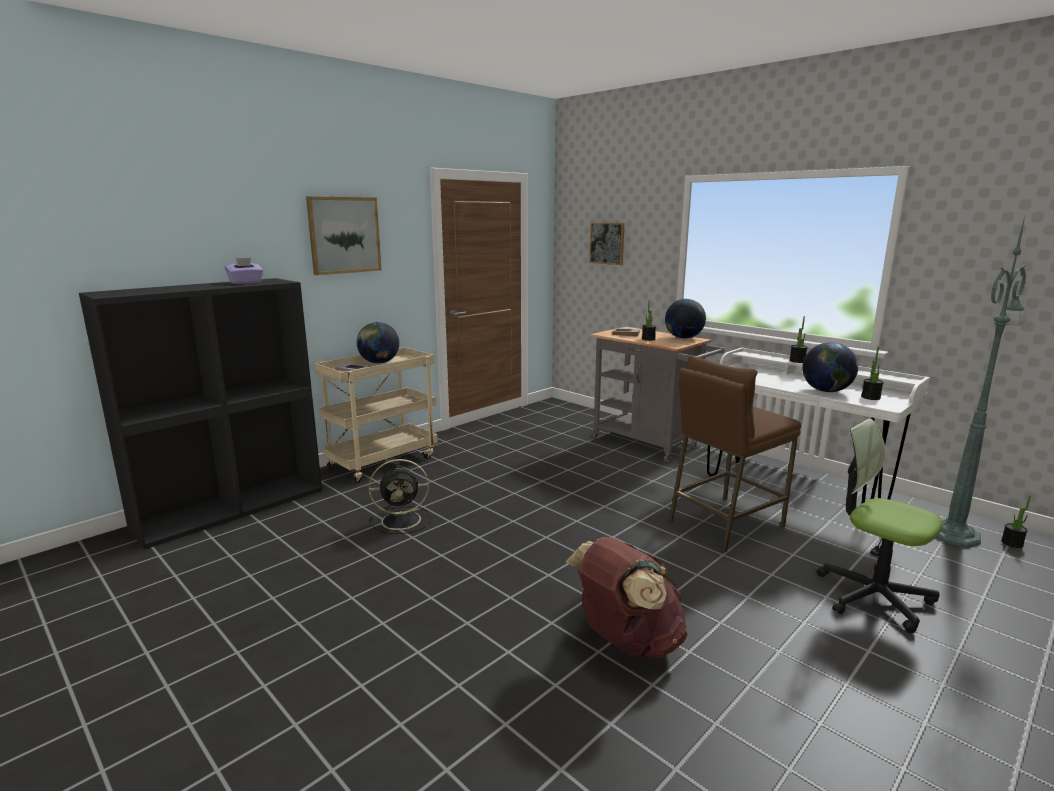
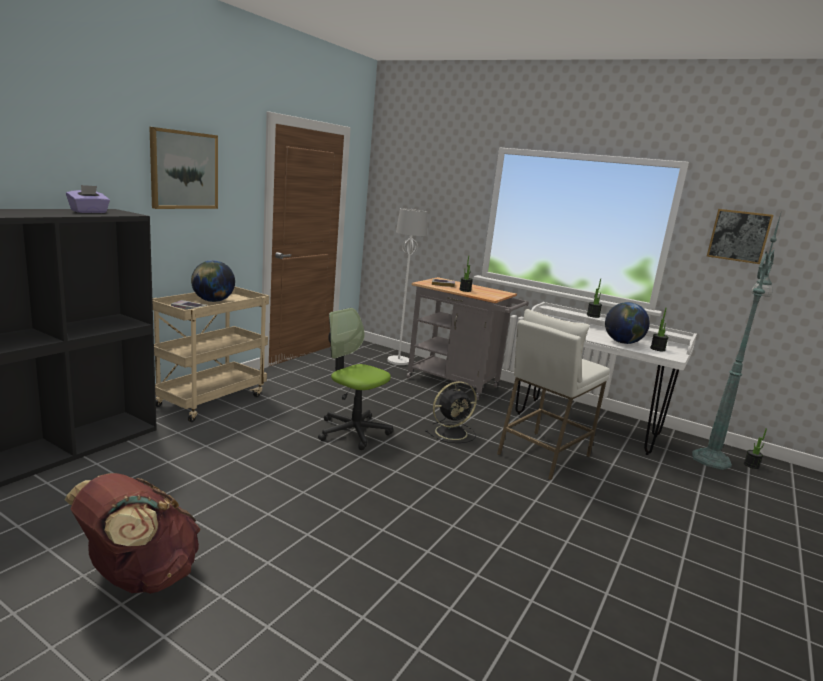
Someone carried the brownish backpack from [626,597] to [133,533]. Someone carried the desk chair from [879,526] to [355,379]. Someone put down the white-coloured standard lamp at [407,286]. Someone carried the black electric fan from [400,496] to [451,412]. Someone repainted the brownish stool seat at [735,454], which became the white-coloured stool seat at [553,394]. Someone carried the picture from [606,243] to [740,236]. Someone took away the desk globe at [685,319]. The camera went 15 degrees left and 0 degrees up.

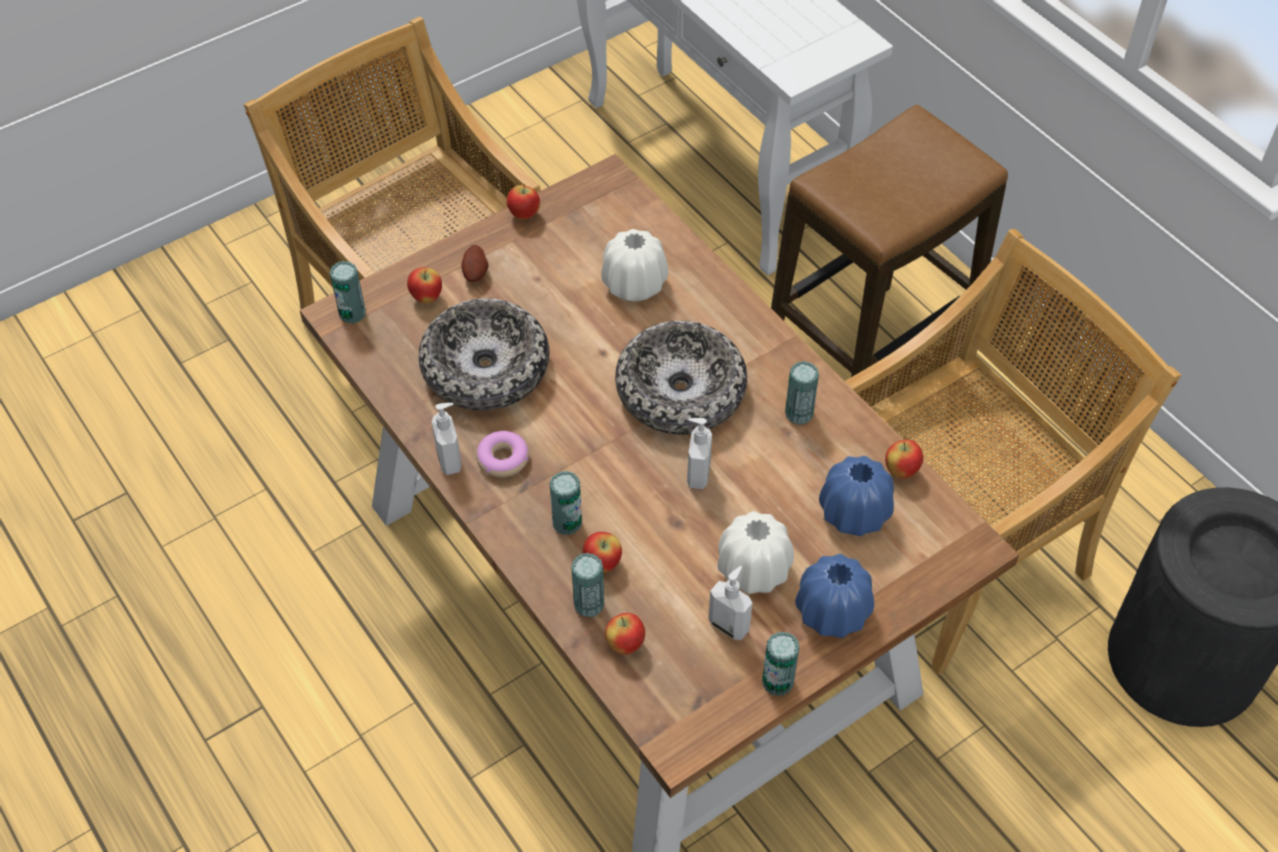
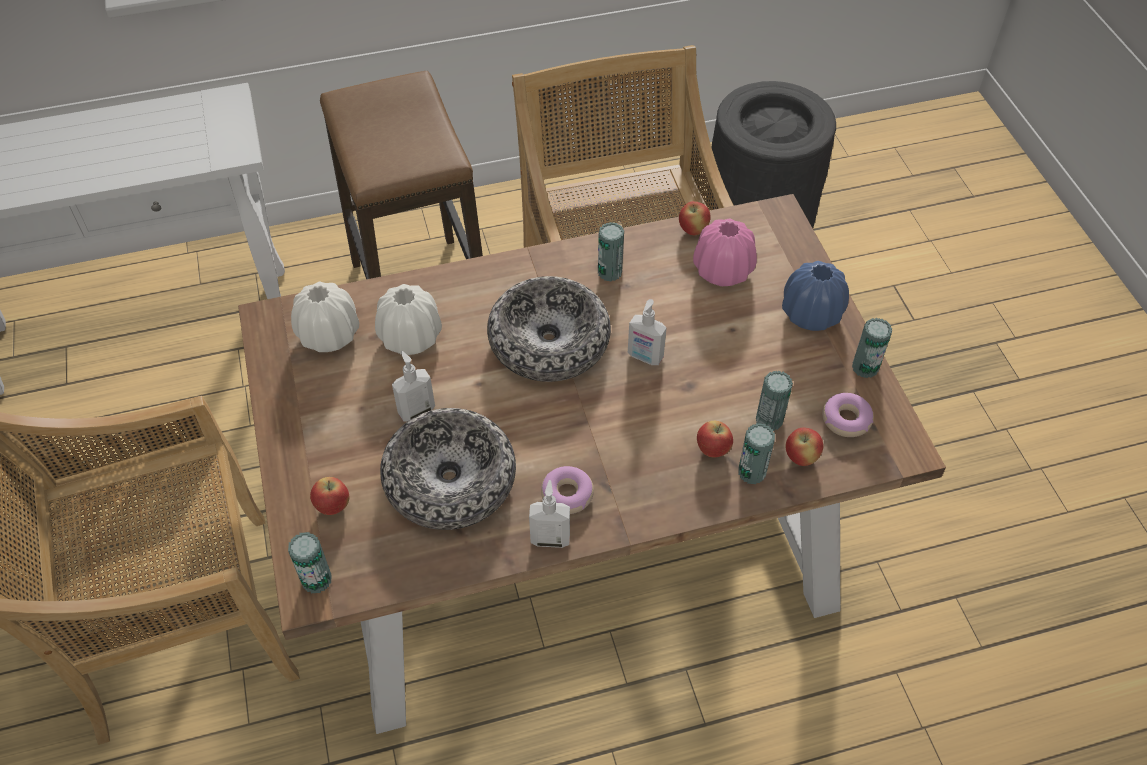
Someone carried the white-coloured flower vase from [756,552] to [325,317]. Someone carried the liquid soap bottle from [730,603] to [413,386]. Someone repainted the blue flower vase at [856,496], which became the pink flower vase at [725,252]. Someone carried the metal can from [566,503] to [774,401]. Someone put down the ring doughnut at [848,415]. Someone took away the potato at [475,263]. Someone took away the apple fruit at [523,202]. The camera went 70 degrees left and 0 degrees up.

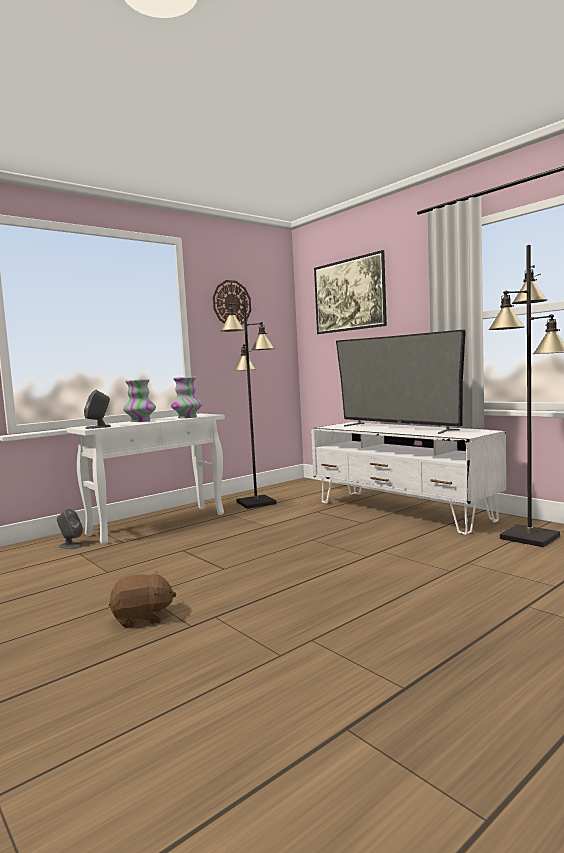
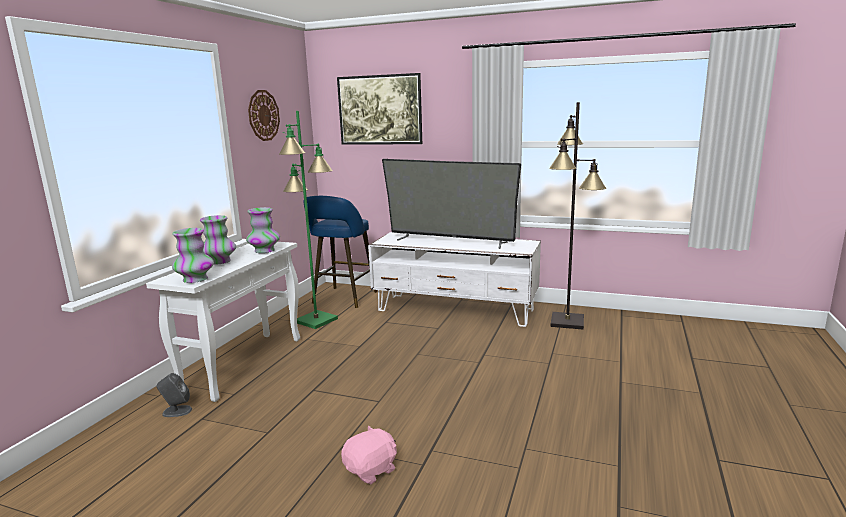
Someone swapped the greyish speaker at [97,409] for the flower vase at [193,255]. Someone repainted the black standard lamp at [248,400], which became the greenish standard lamp at [308,220]. Someone put down the blue stool seat at [340,252]. Someone repainted the brownish soft toy at [142,600], which became the pink soft toy at [369,454]. The camera went 30 degrees left and 10 degrees up.

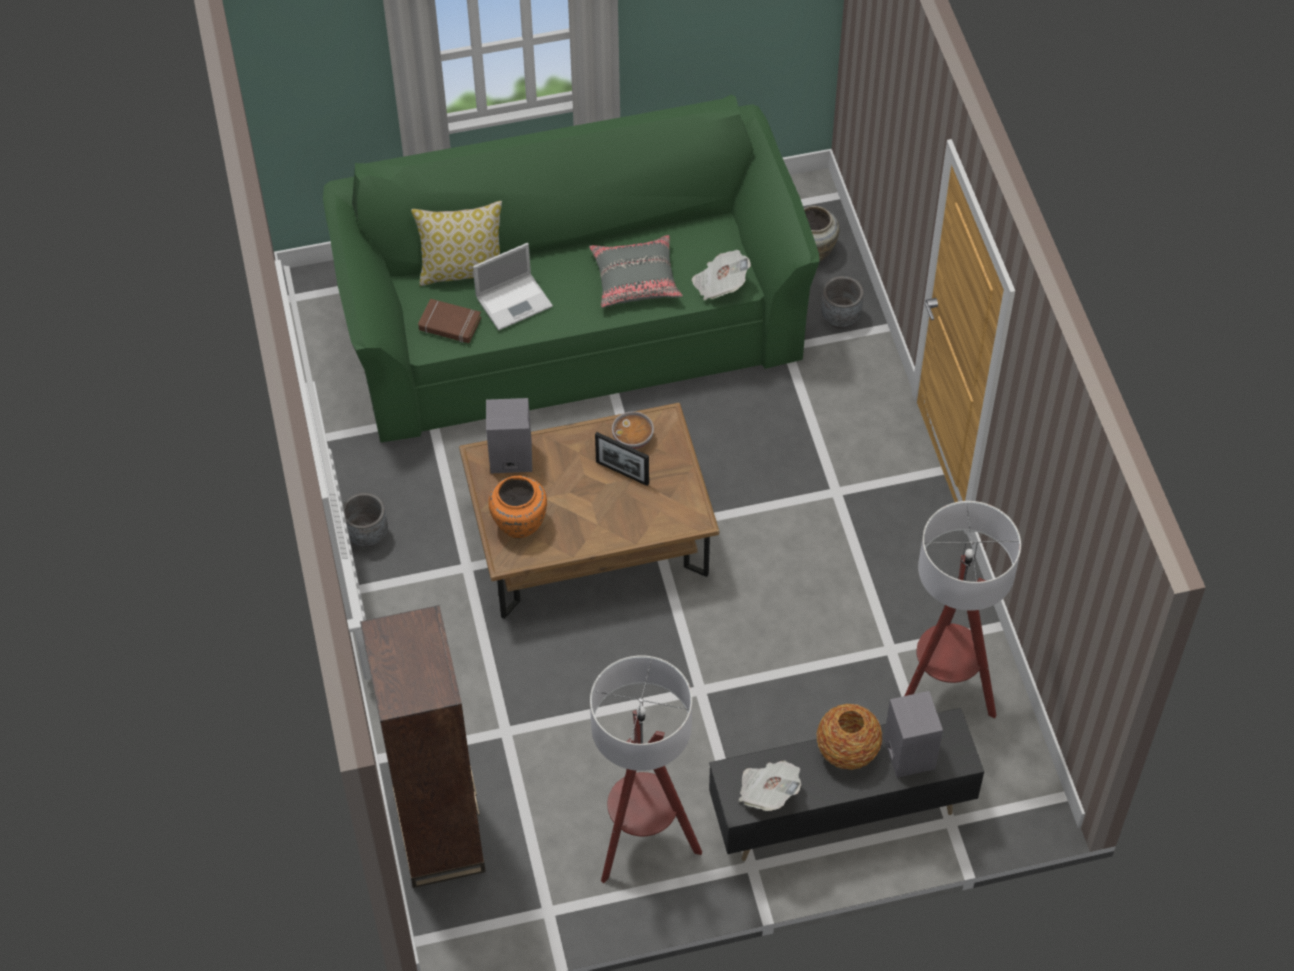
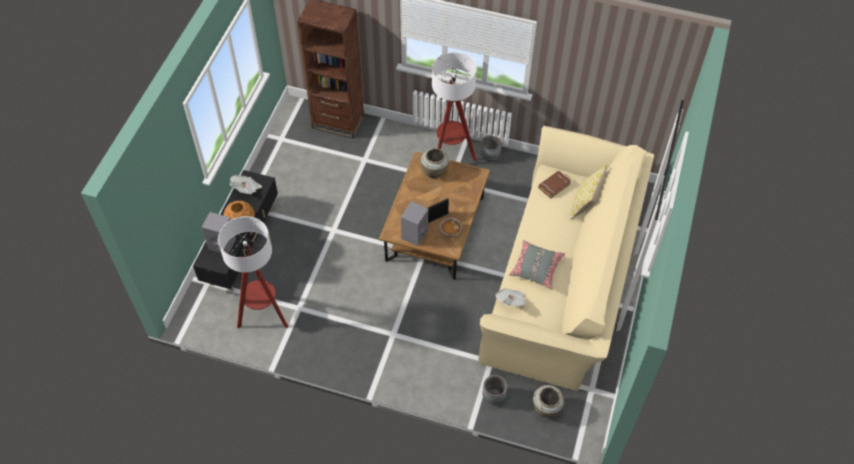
Someone carried the greyish speaker from [509,435] to [414,223]. Someone repainted the orange-coloured flower vase at [517,507], which became the sand-coloured flower vase at [435,163]. Someone carried the standard lamp from [646,769] to [454,106]. Someone repainted the greenish sofa at [571,269], which became the sand-coloured sofa at [566,258]. Someone took away the laptop at [513,287]. The camera went 120 degrees right and 0 degrees up.

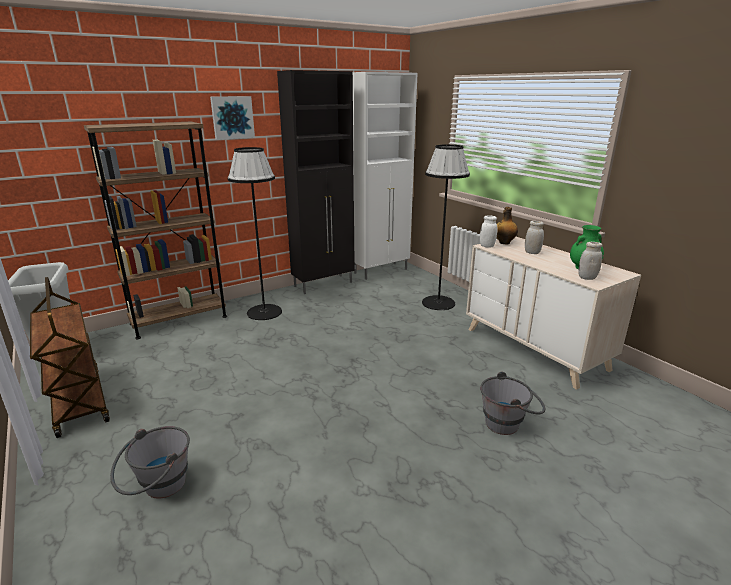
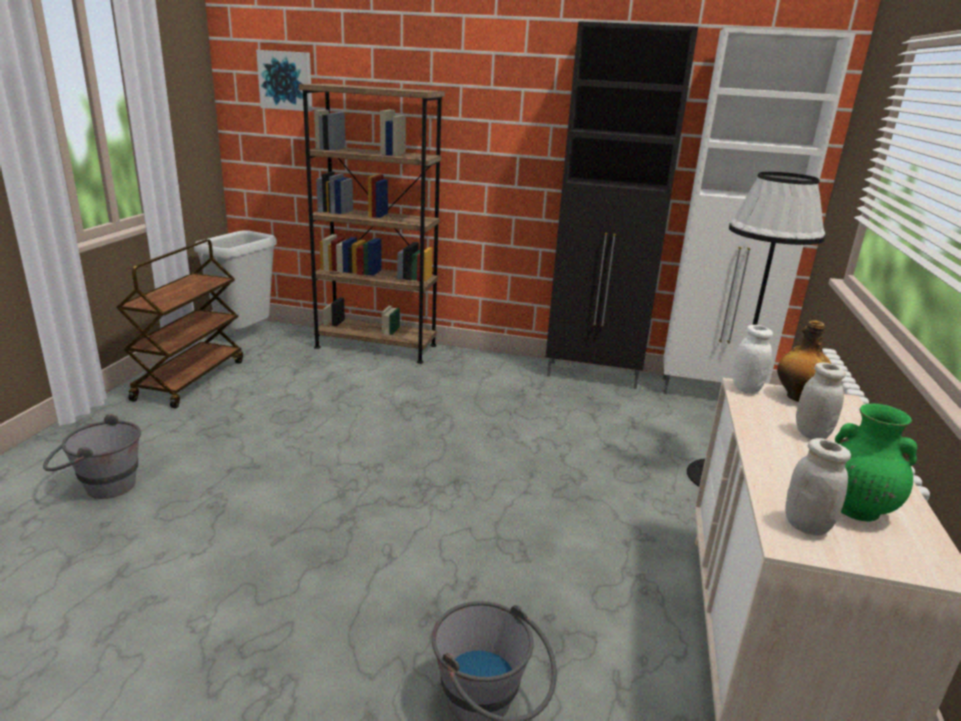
Someone carried the picture from [232,118] to [284,81]. Someone took away the black standard lamp at [255,233]. The camera went 45 degrees right and 0 degrees up.

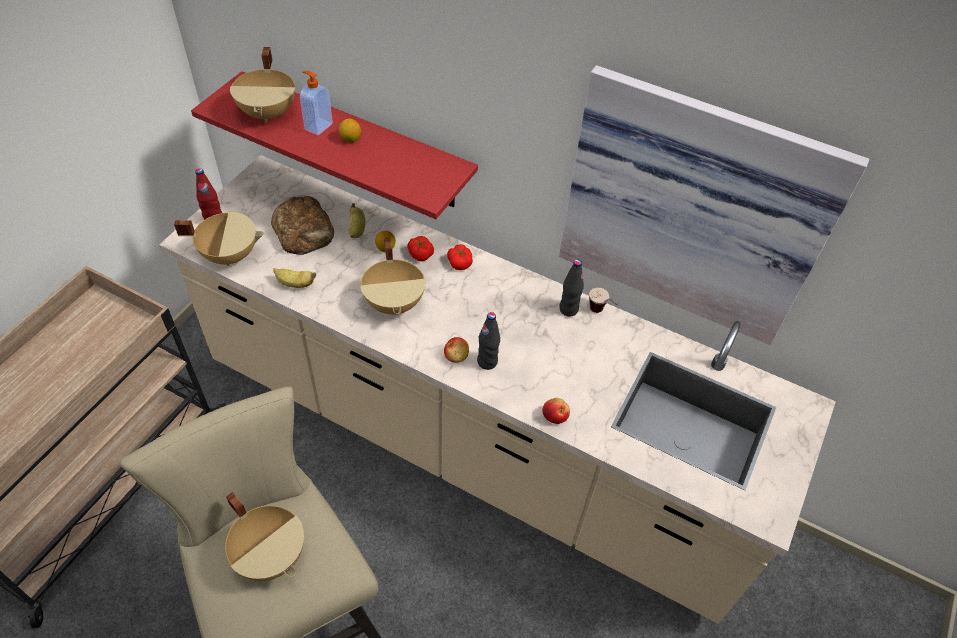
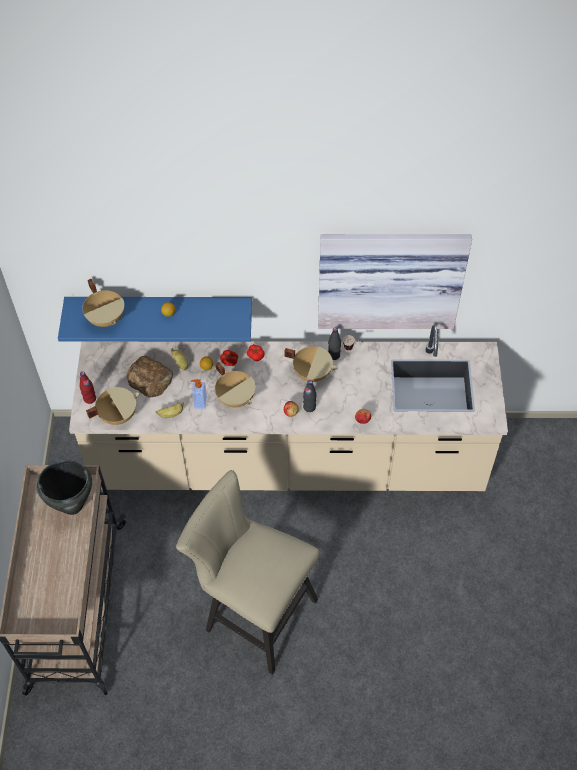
Someone put down the black cooking pot at [64,487]. Someone repainted the reddish bracket shelf at [334,145], which became the blue bracket shelf at [155,319]. Someone carried the liquid soap bottle from [316,103] to [199,394]. Someone carried the sand-coloured cooking pot from [264,536] to [311,364]. The camera went 25 degrees left and 5 degrees up.

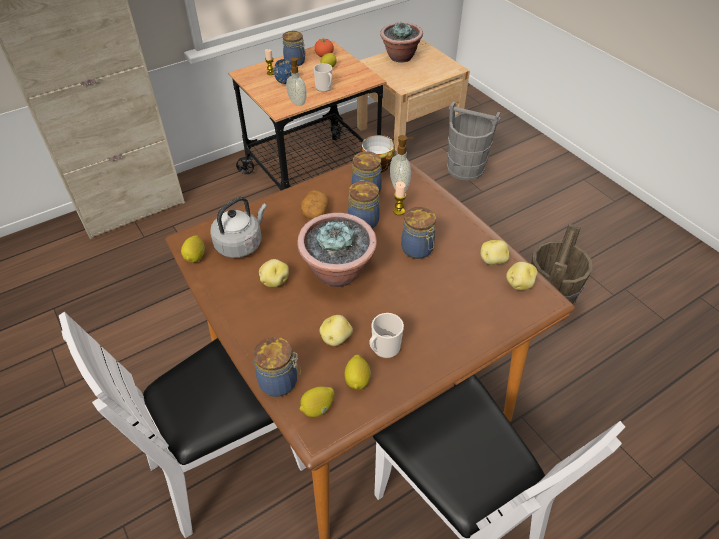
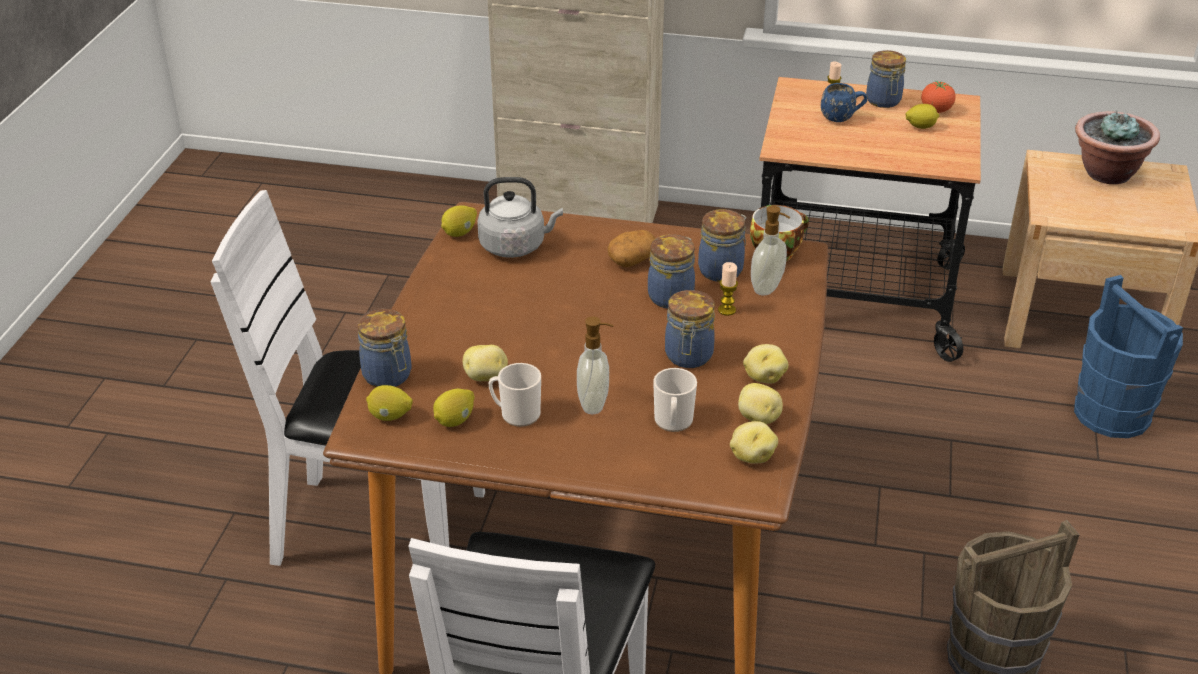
Someone carried the liquid soap bottle from [296,81] to [595,365]. Someone carried the tea mug from [323,77] to [675,400]. Someone carried the potato from [274,273] to [765,363]. Someone repainted the greyish pail at [474,141], which became the blue pail at [1128,356]. Someone took away the houseplant at [337,250]. The camera went 45 degrees right and 10 degrees down.

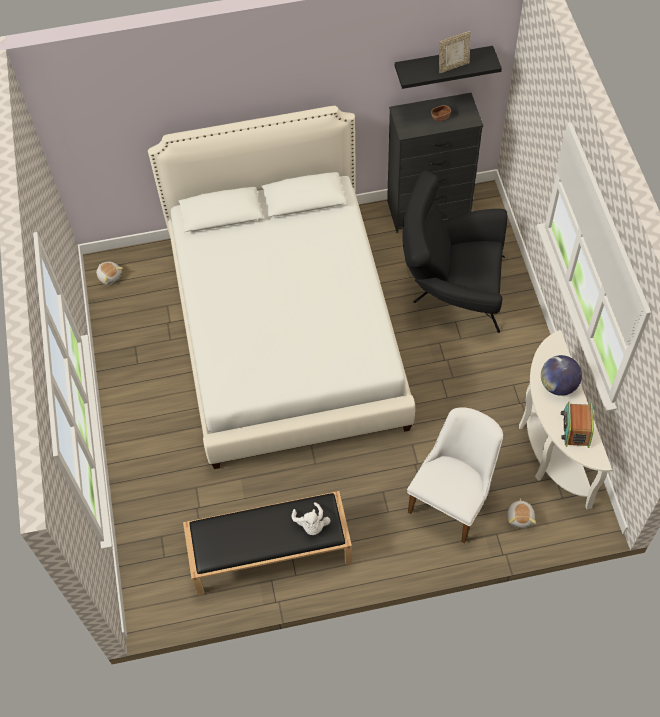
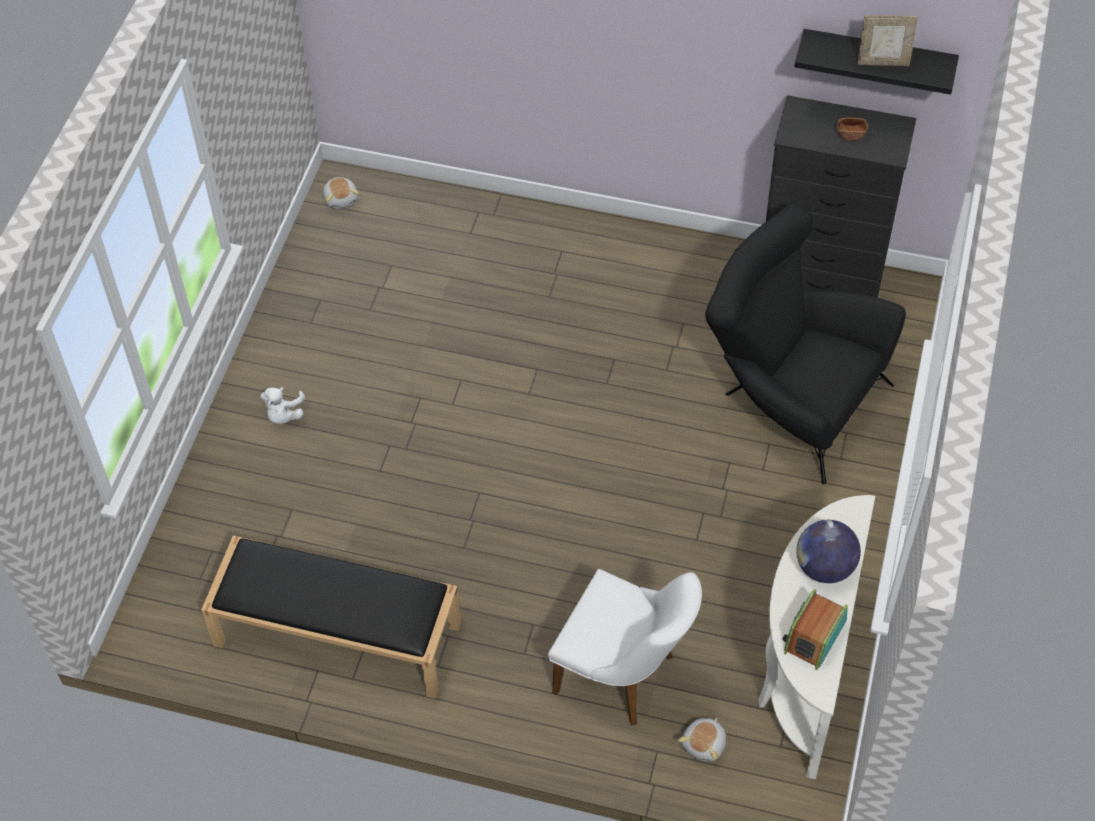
Someone carried the white-coloured soft toy from [311,518] to [283,405]. Someone rotated the white-coloured plain chair at [455,475] by 60 degrees clockwise. Someone took away the white-coloured sleeping bed at [281,287]. The camera went 25 degrees right and 5 degrees down.

